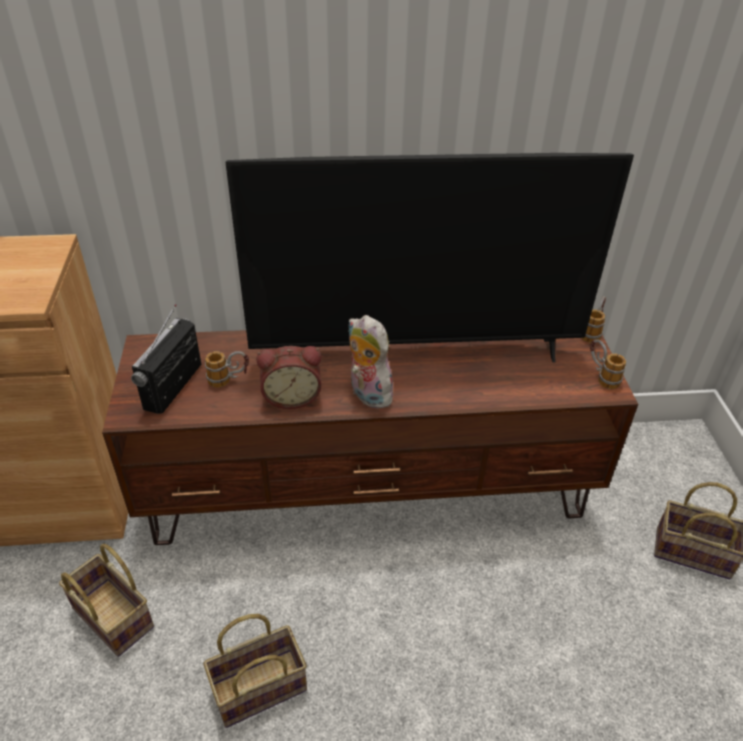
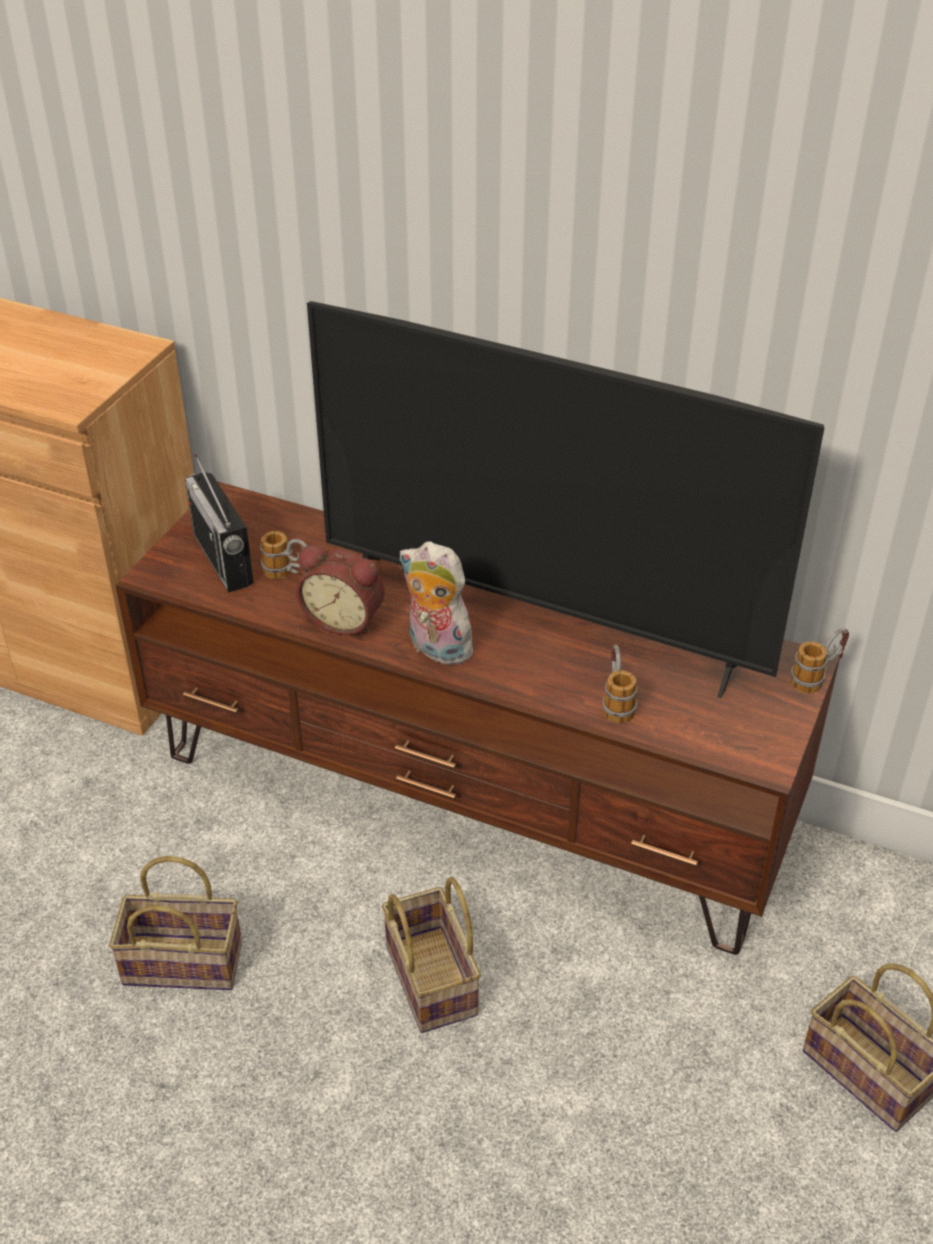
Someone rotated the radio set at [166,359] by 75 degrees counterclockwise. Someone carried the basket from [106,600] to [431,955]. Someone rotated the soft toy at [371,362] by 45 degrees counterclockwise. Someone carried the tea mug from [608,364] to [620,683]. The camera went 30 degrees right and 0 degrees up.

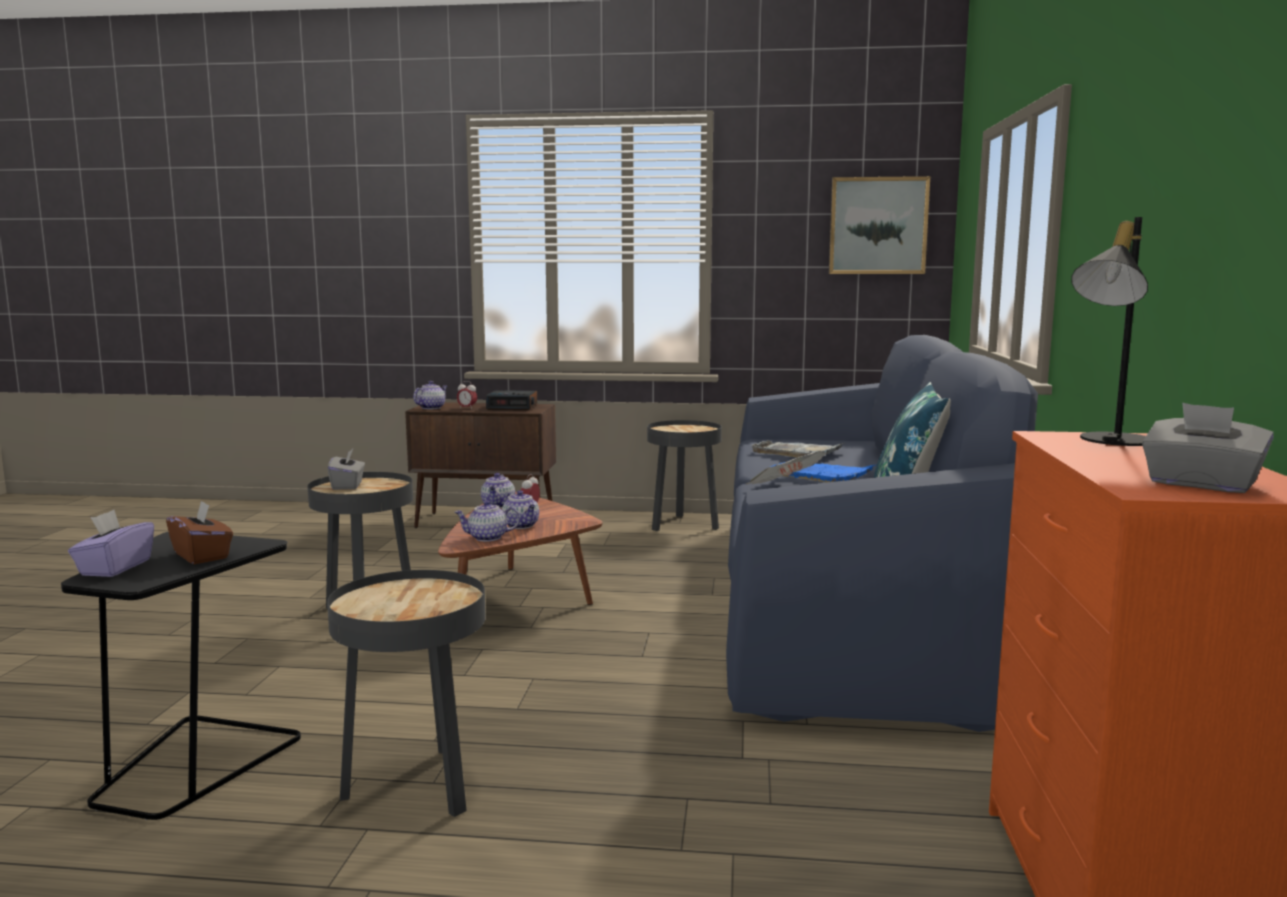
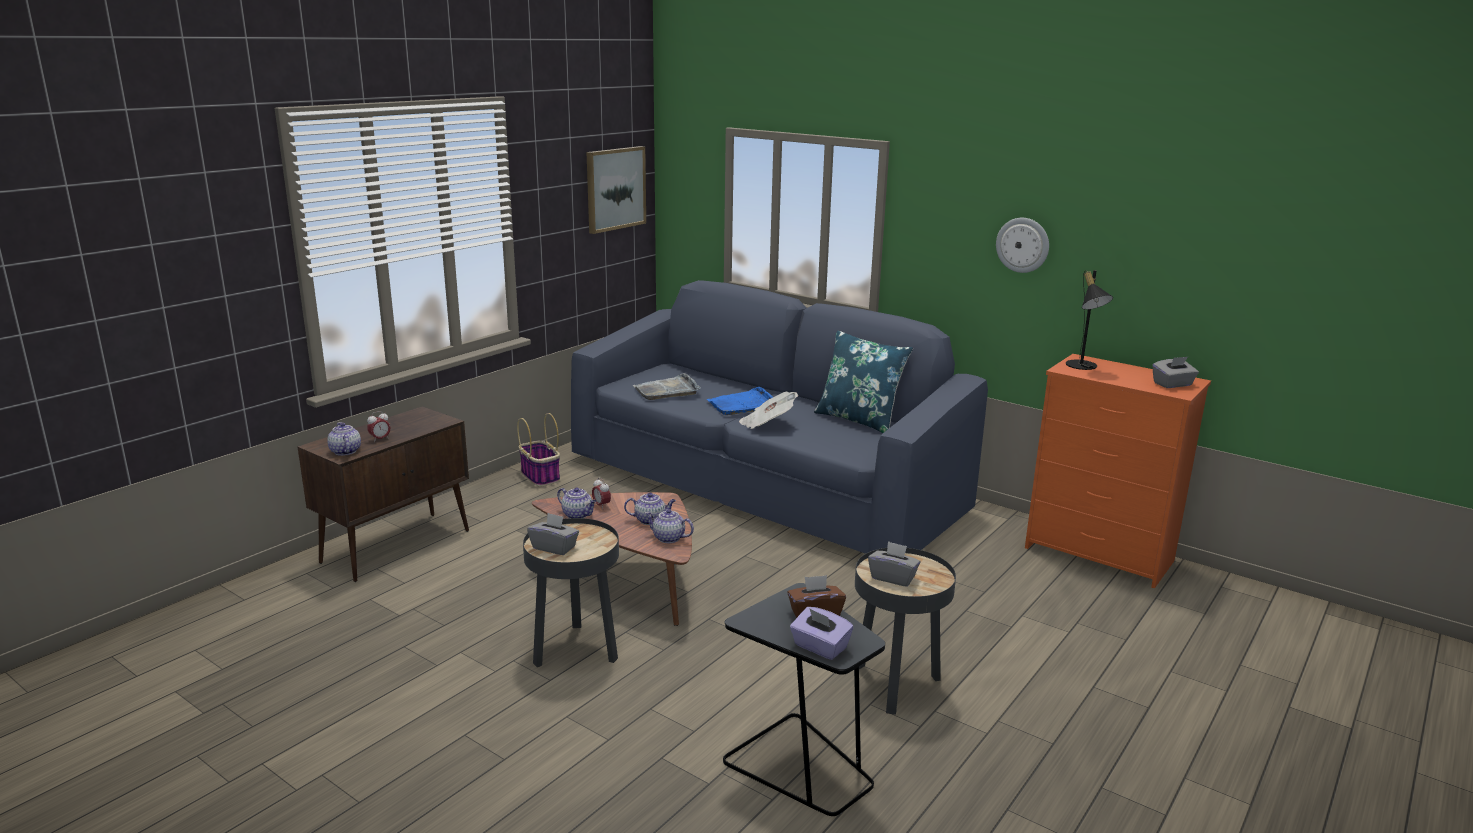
Someone swapped the black side table at [684,475] for the basket at [538,450]. Someone rotated the pot for tea at [487,521] by 90 degrees clockwise. Someone put down the greyish box of tissues at [894,564]. Someone put up the wall clock at [1022,245]. Someone took away the bedside clock at [511,400]. The camera went 60 degrees left and 10 degrees up.

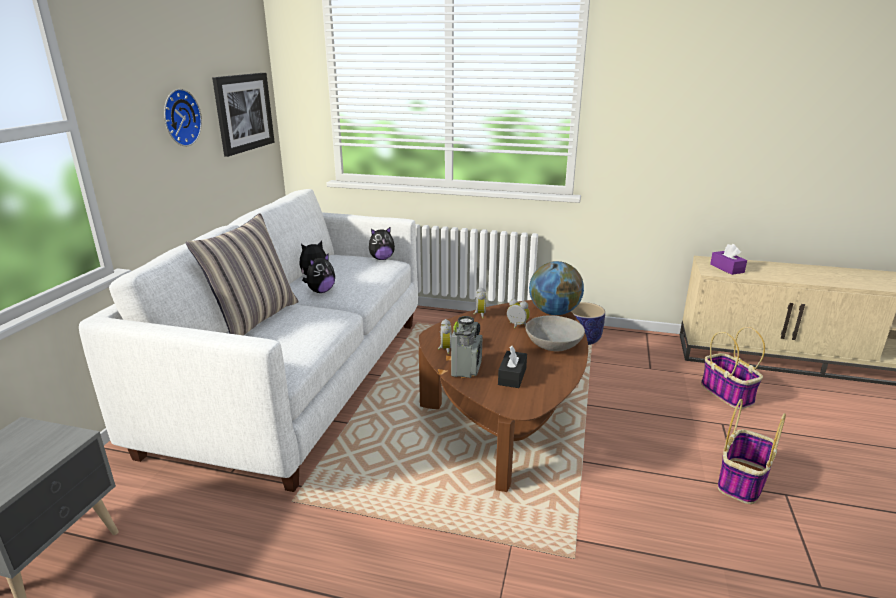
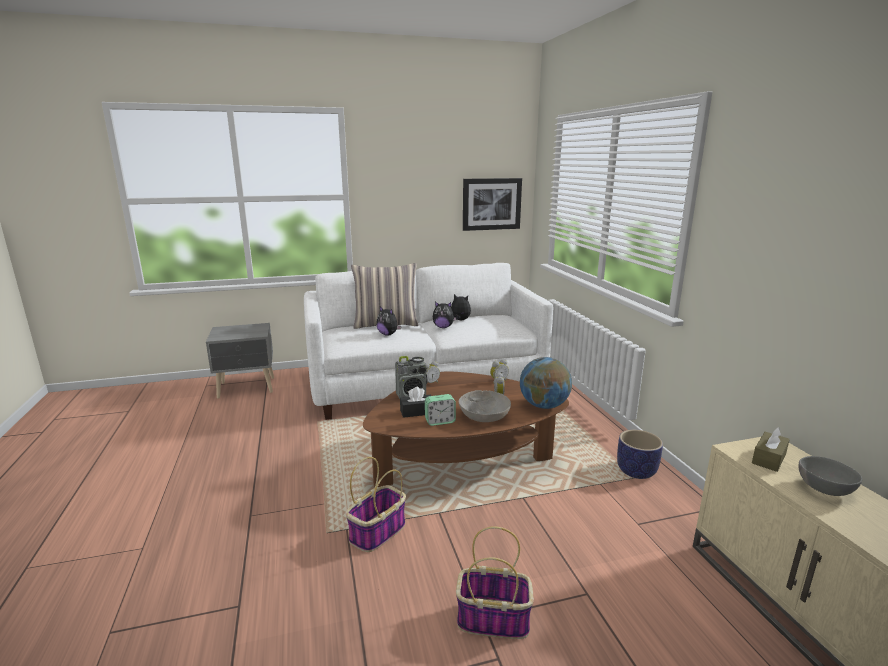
Someone carried the basket from [733,368] to [376,504]. Someone carried the soft toy from [382,243] to [388,321]. Someone put down the bedside clock at [440,410]. Someone repainted the purplish box of tissues at [728,259], which became the brownish box of tissues at [771,449]. Someone put down the greyish serving bowl at [830,476]. Someone took away the wall clock at [183,117]. The camera went 60 degrees right and 5 degrees down.

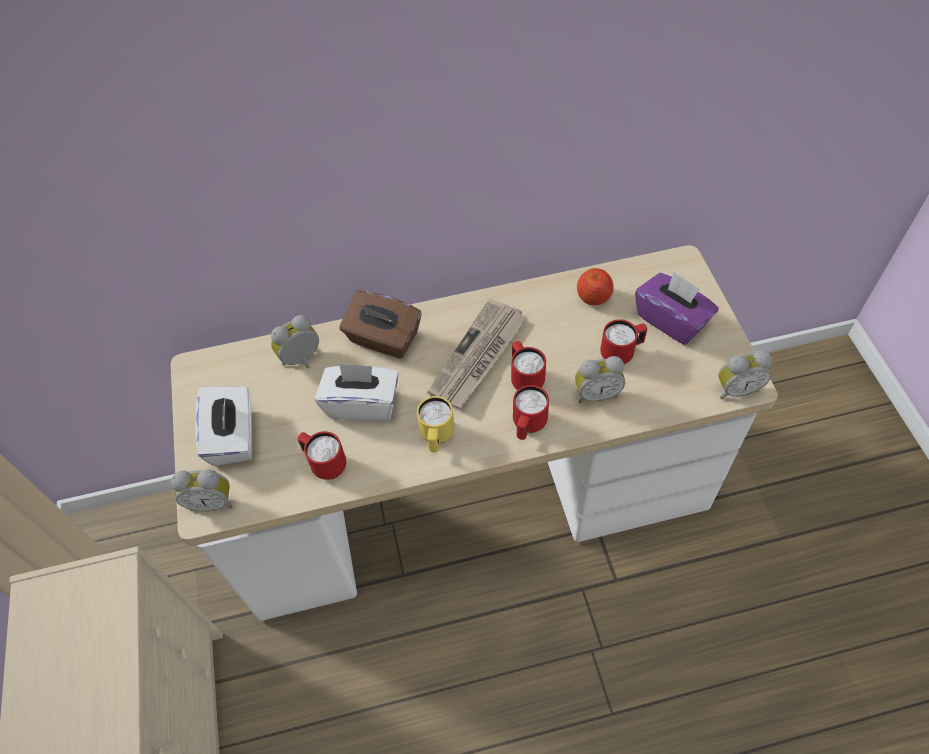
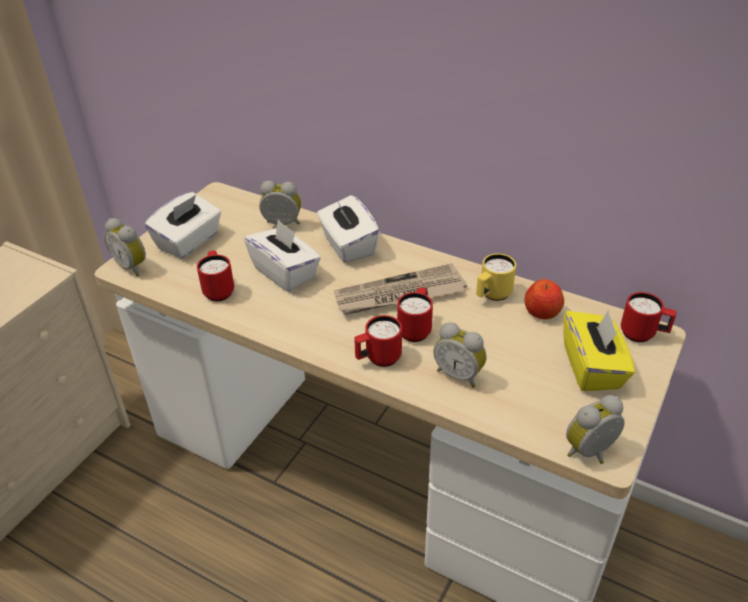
Someone repainted the brownish box of tissues at [380,325], which became the white-coloured box of tissues at [348,229]. Someone carried the yellow tea mug from [435,424] to [496,277]. Someone repainted the purplish box of tissues at [677,308], which became the yellow box of tissues at [599,350]. Someone rotated the bedside clock at [745,374] by 120 degrees clockwise. Someone carried the reddish tea mug from [623,341] to [648,317]. The camera went 40 degrees right and 15 degrees down.

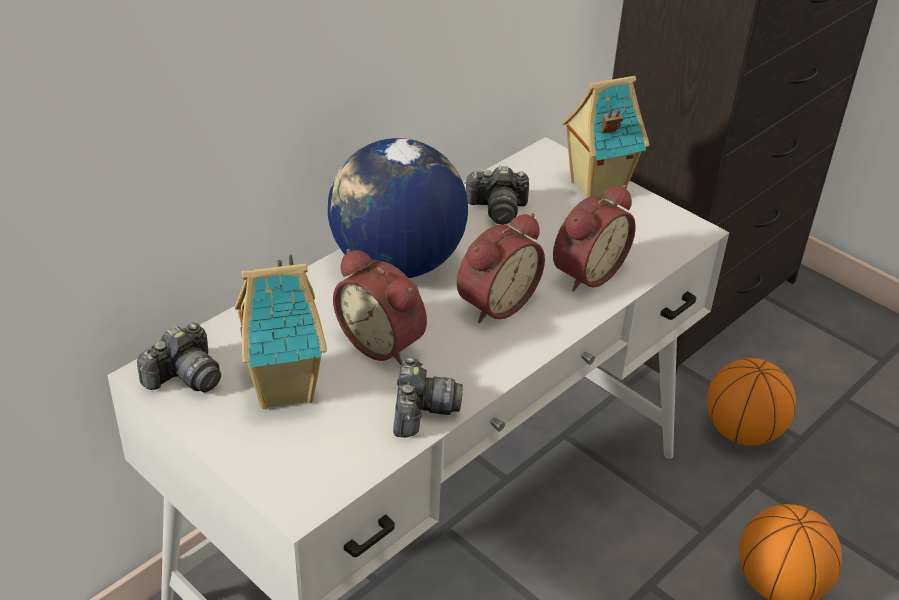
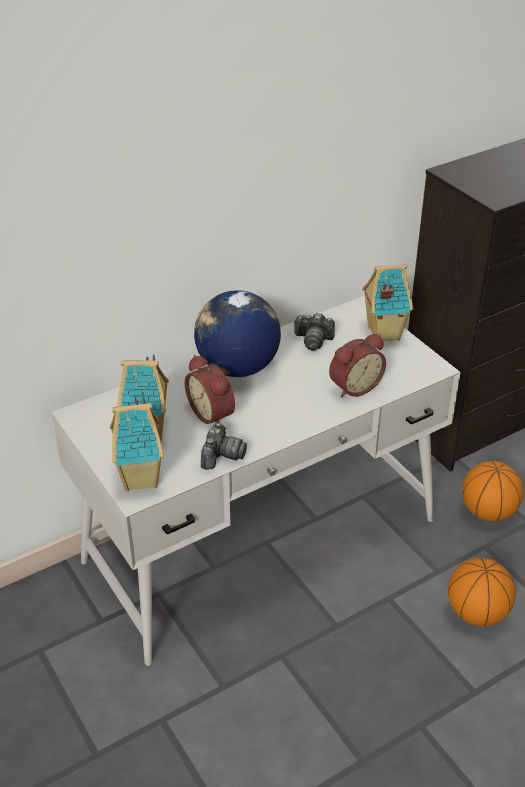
Someone put down the miniature house at [137,444]. Someone took away the photo camera at [179,357]. Someone took away the bedside clock at [501,268]. The camera went 15 degrees right and 0 degrees up.

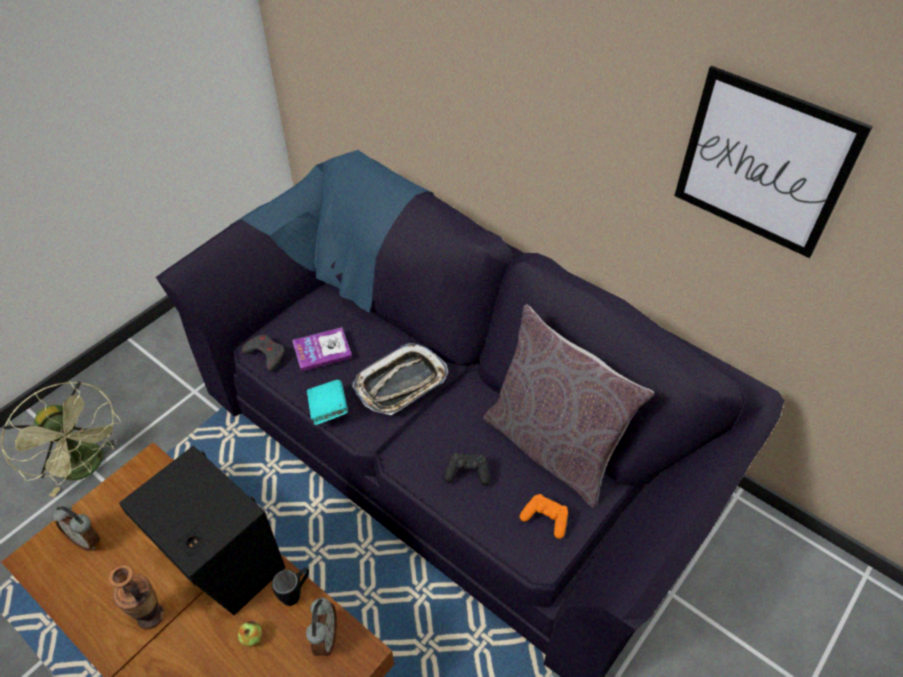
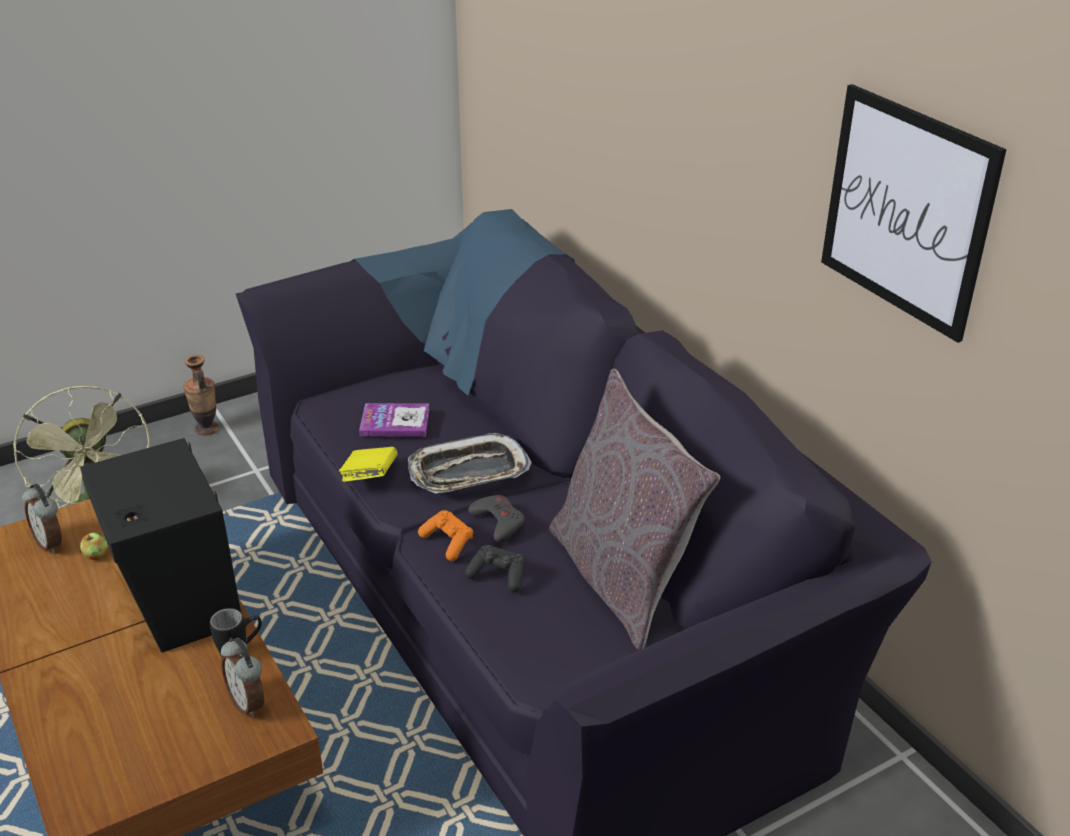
Someone carried the apple fruit from [250,634] to [94,546]. Someone carried the flower vase from [136,596] to [201,395]. Someone rotated the bedside clock at [321,627] by 120 degrees clockwise. Someone repainted the turquoise book at [327,402], which became the yellow book at [368,464]. Someone carried the orange-coloured gamepad from [544,516] to [445,535]. Someone carried the greyish gamepad from [263,353] to [496,519]. The camera went 20 degrees right and 15 degrees down.

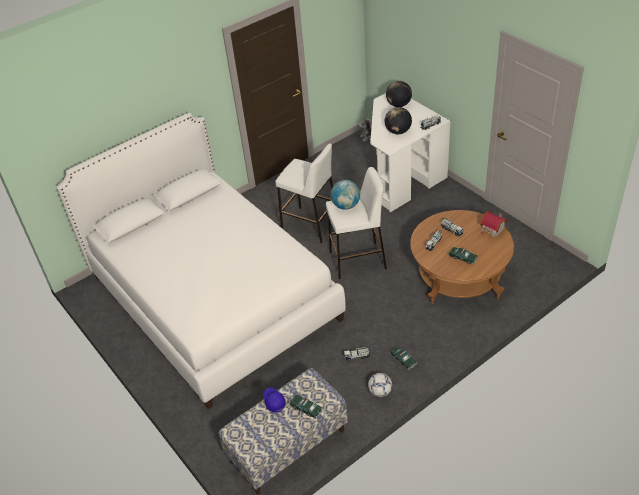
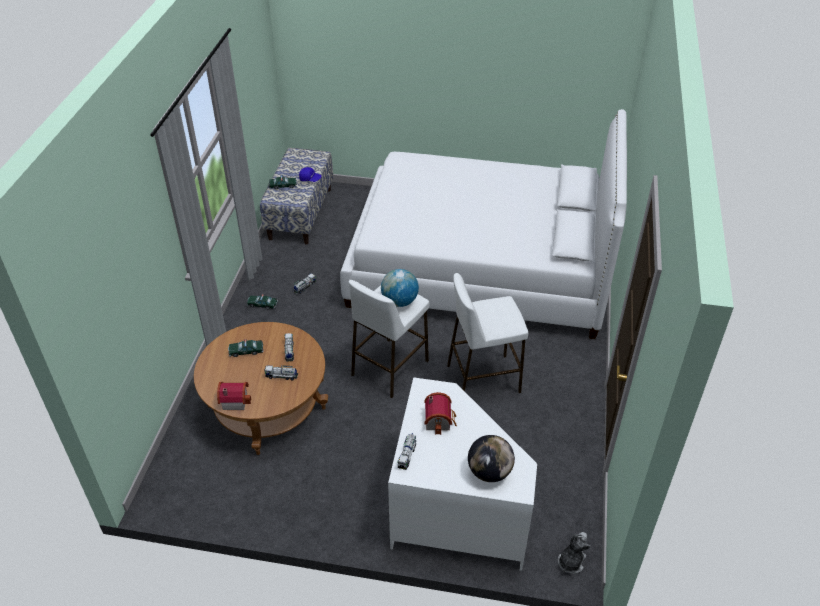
Someone swapped the desk globe at [398,120] for the miniature house at [440,413]. Someone took away the football ball at [380,385]. The camera went 135 degrees right and 0 degrees up.

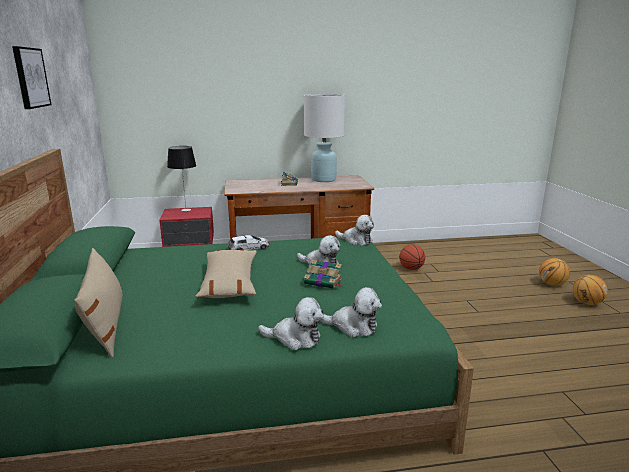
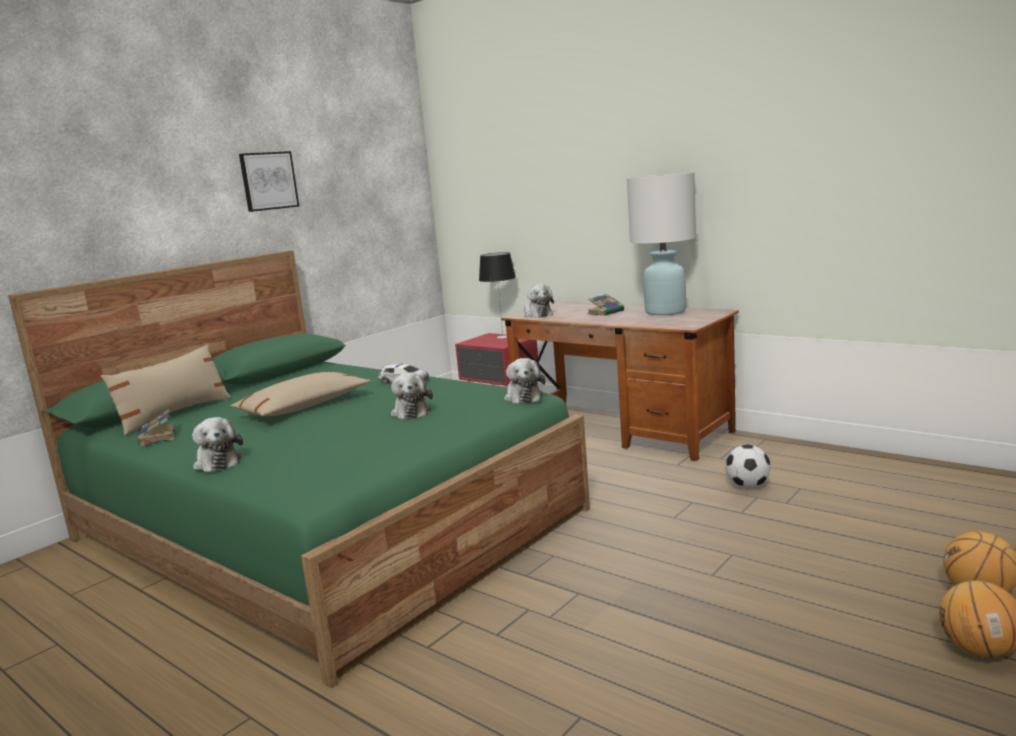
Someone carried the book from [323,274] to [157,428]. Someone carried the soft toy from [351,312] to [539,301]. Someone swapped the ball for basketball at [412,257] for the football ball at [748,466]. The camera went 50 degrees right and 5 degrees down.

